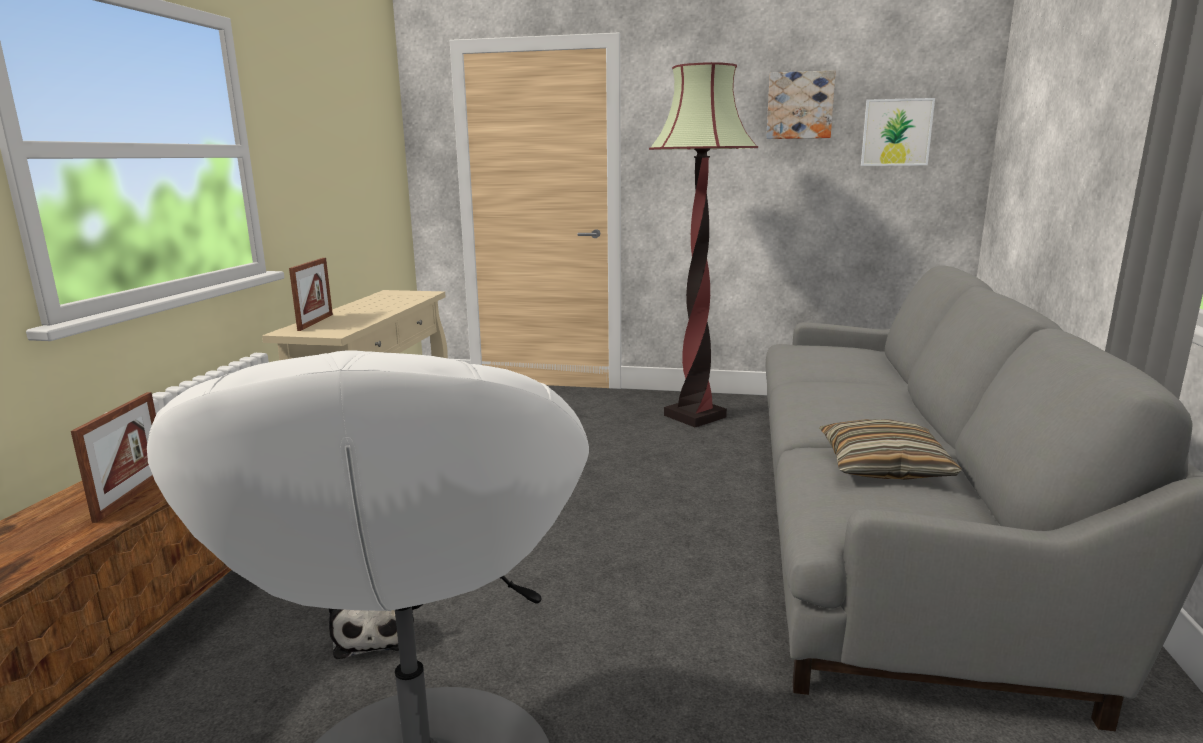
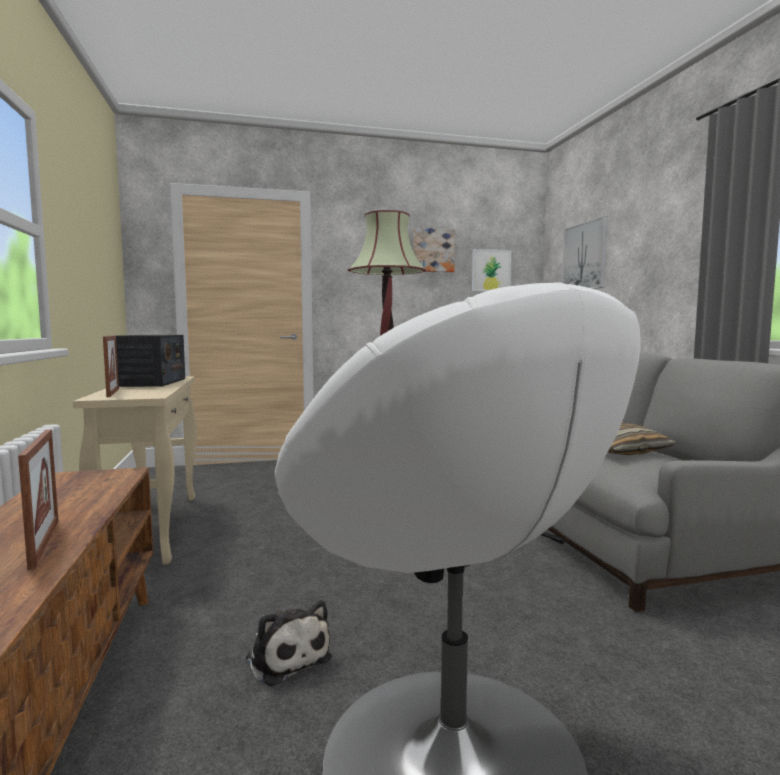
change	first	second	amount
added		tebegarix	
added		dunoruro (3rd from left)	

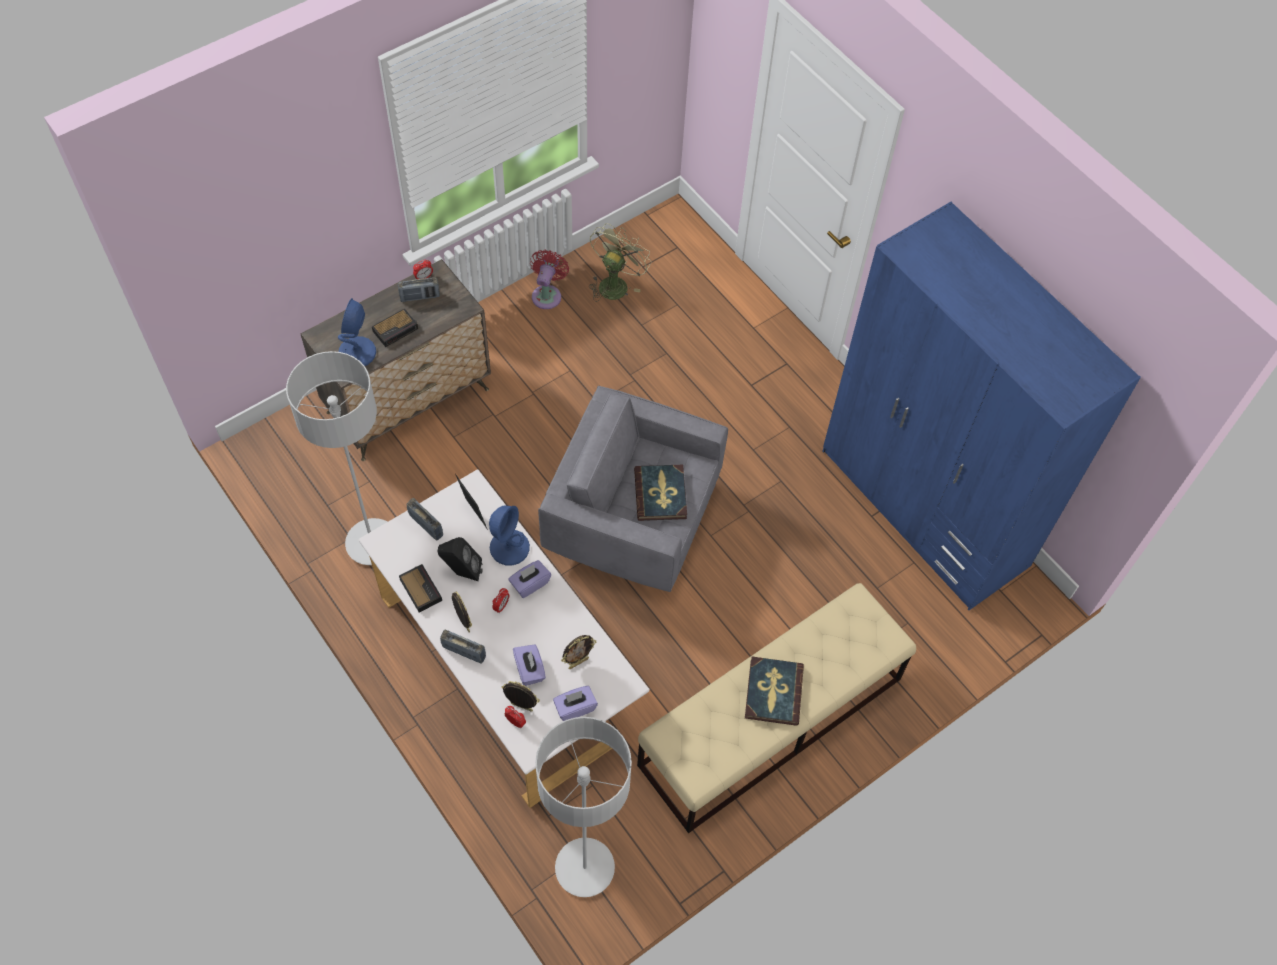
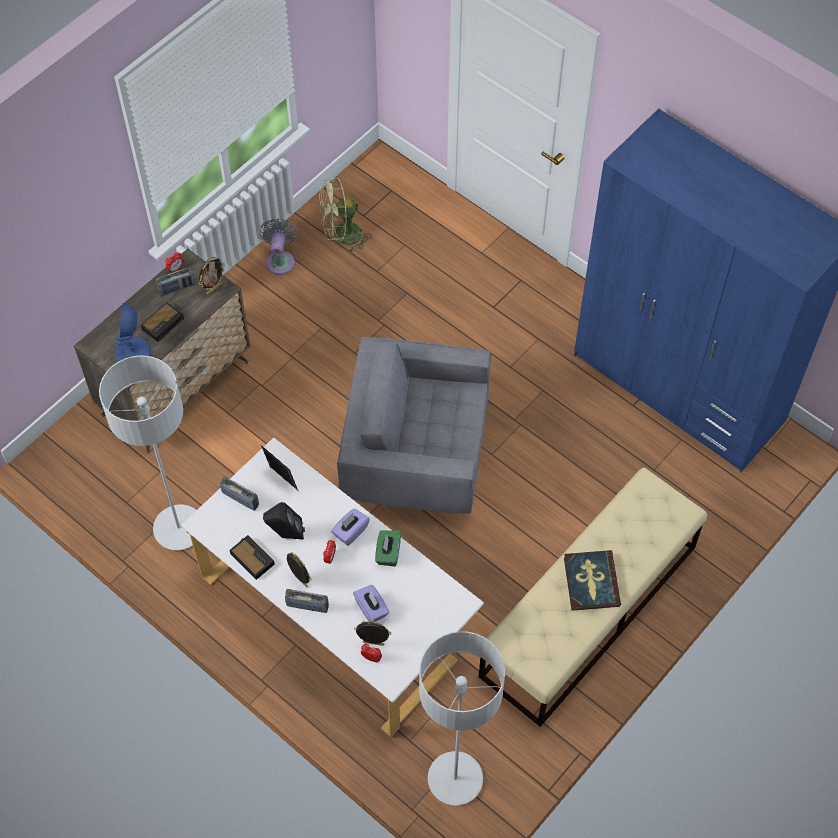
change	first	second	amount
removed	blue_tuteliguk (2nd from left)		
recoloured	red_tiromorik	grey_tiromorik	
removed	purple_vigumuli (3rd from left)		
moved	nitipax (4th from left in the first image)	nitipax (1st from left)	
turned	green_tiromorik		120 degrees counterclockwise
removed	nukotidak (1st from left)		
added		green_vigumuli	

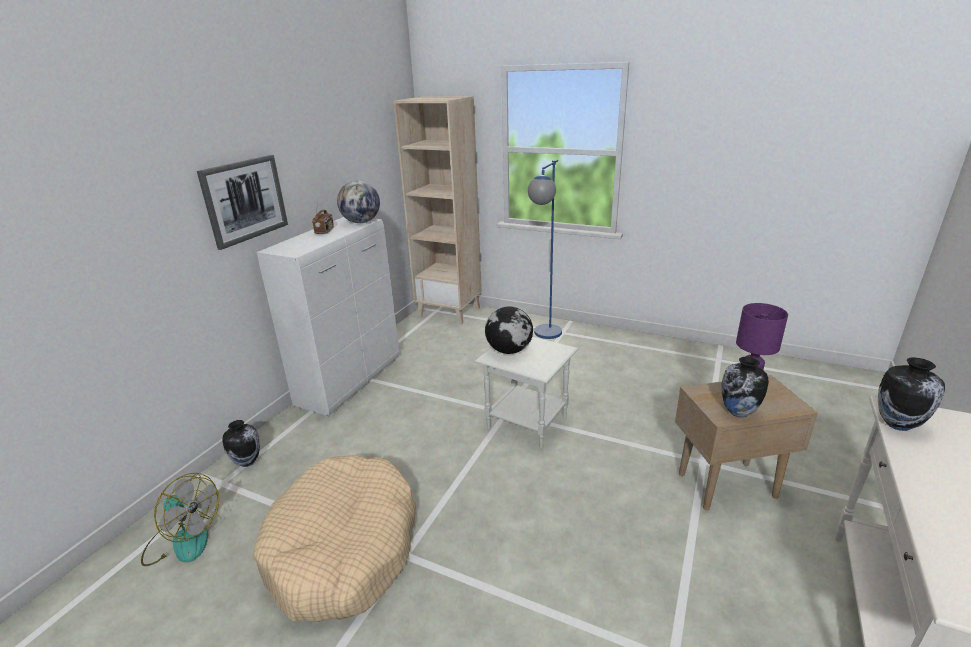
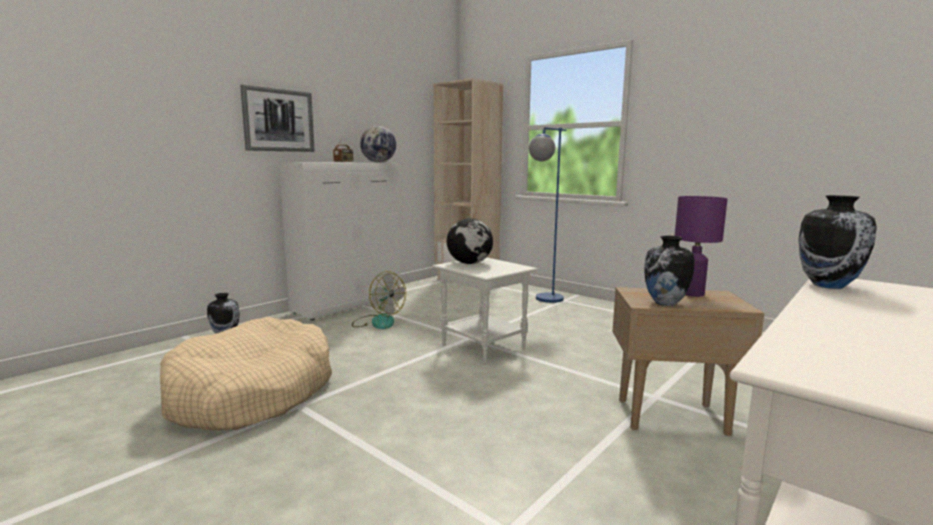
change	first	second	amount
moved	tiromorik		

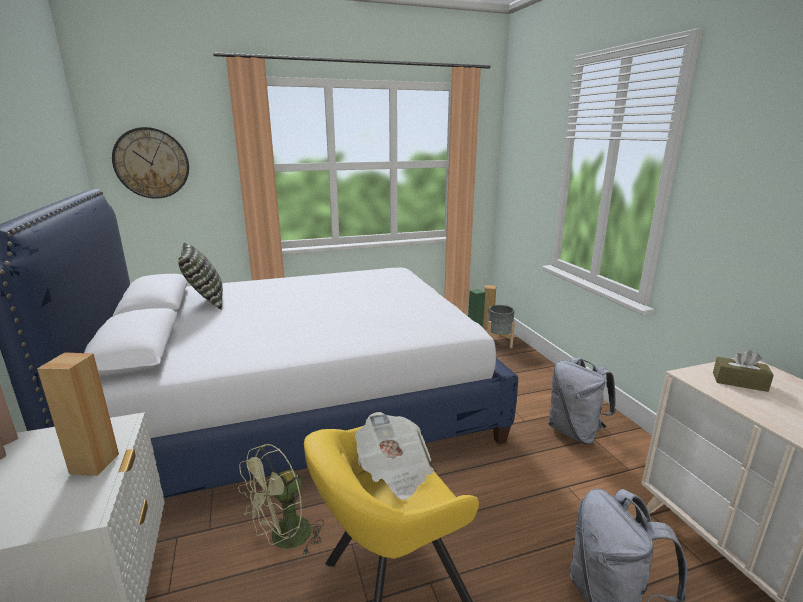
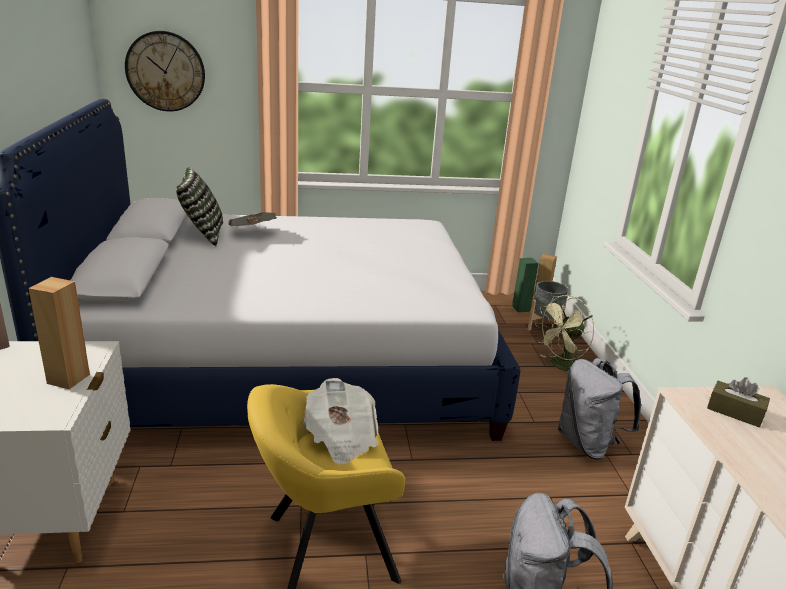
change	first	second	amount
moved	green_tiromorik		
added		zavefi (1st from left)	

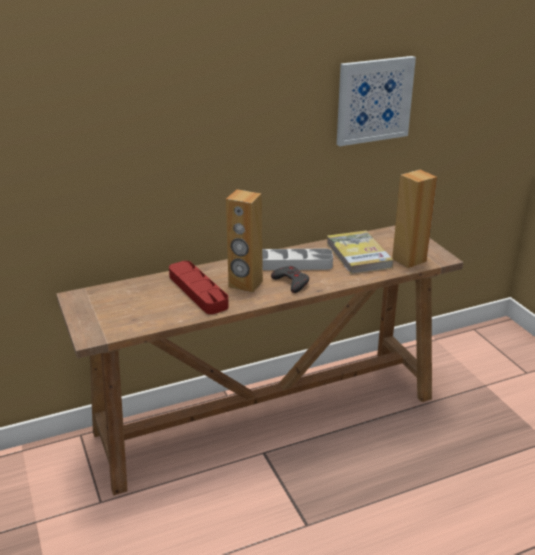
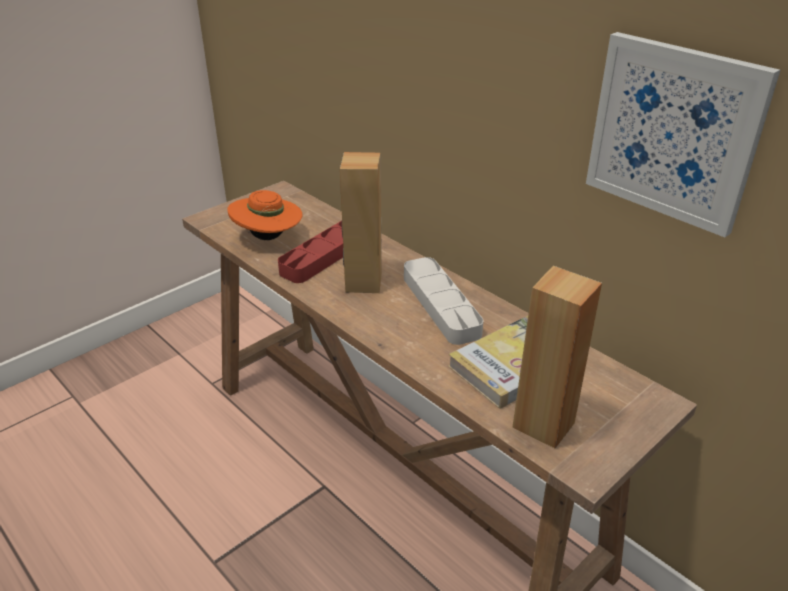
change	first	second	amount
removed	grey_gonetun		
added		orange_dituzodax	

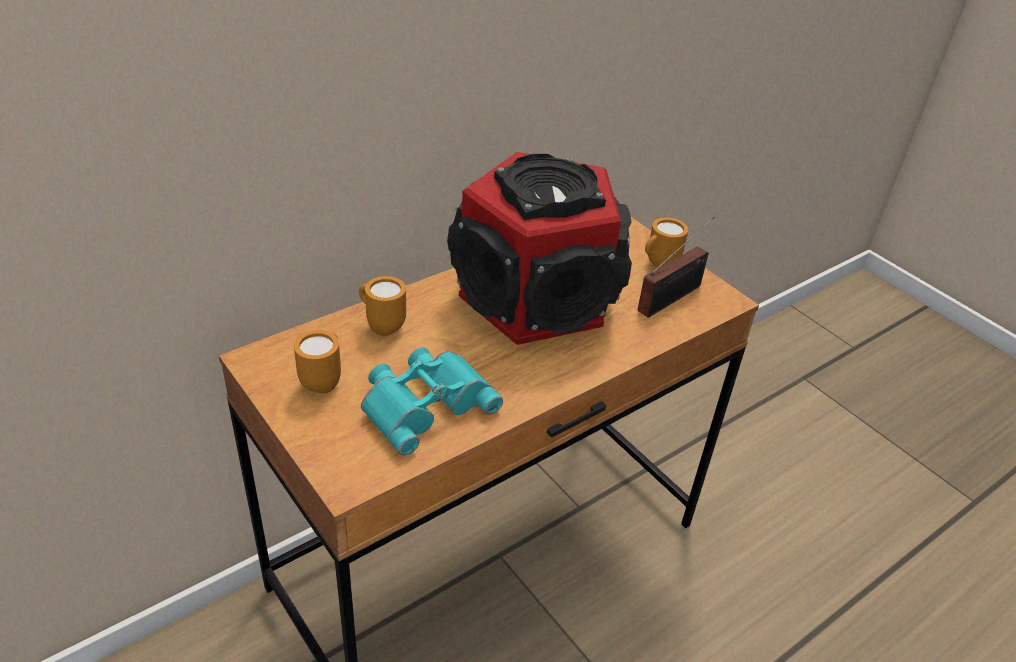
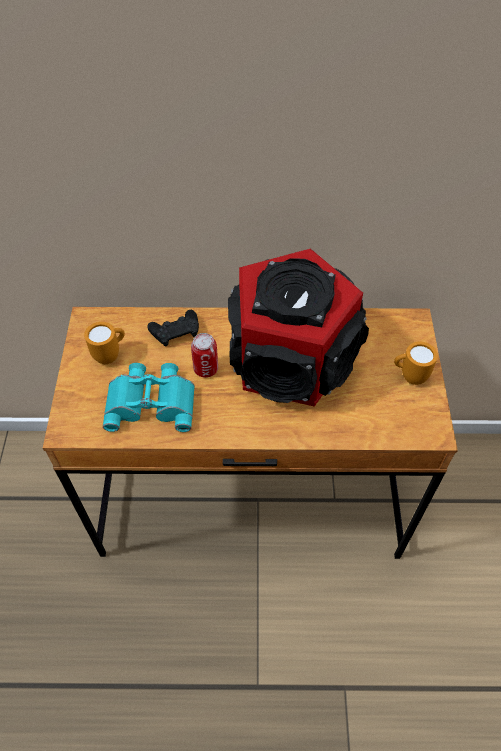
change	first	second	amount
replaced	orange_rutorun (2nd from left)	black_gonetun	
removed	tebegarix		
added		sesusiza	

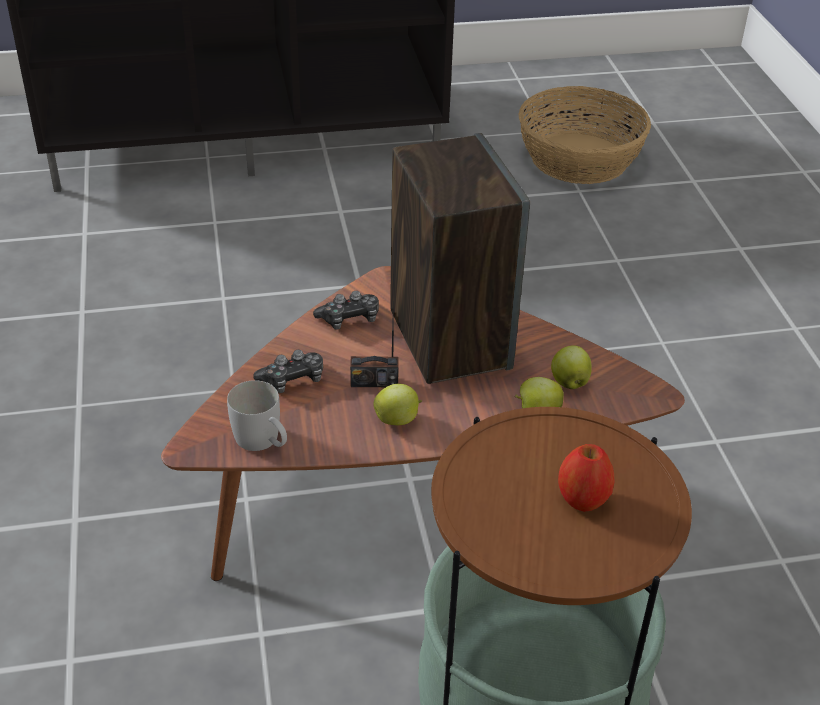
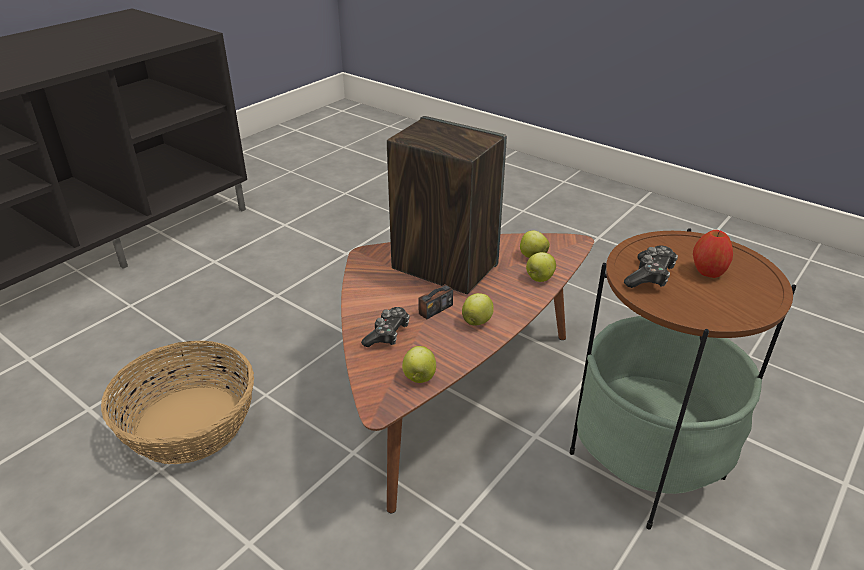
change	first	second	amount
replaced	white_rutorun	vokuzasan (1st from left)	
moved	gonetun (2nd from left)		
moved	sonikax		

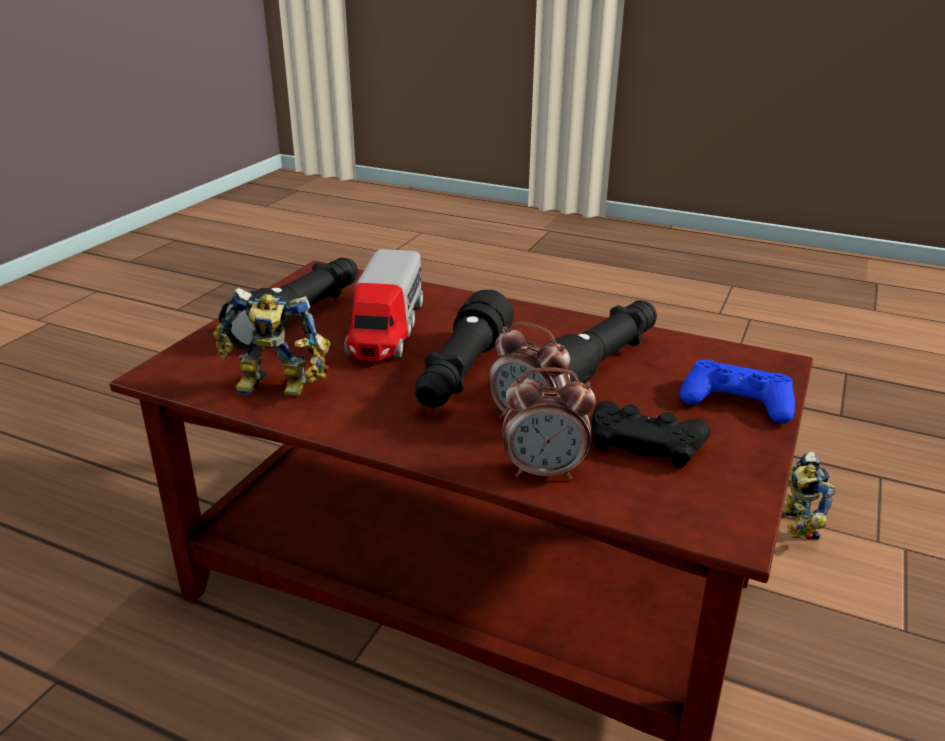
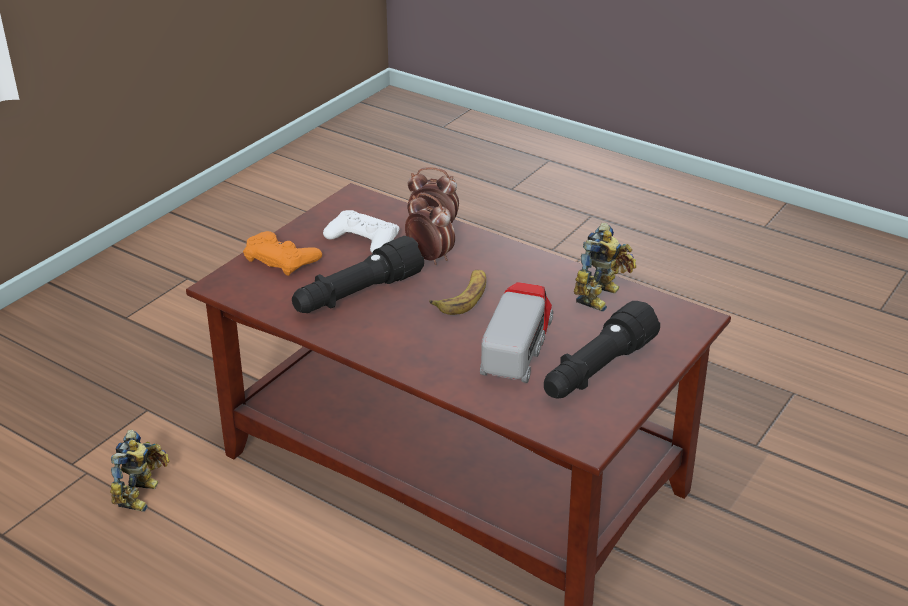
change	first	second	amount
turned	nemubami (1st from left in the first image)	nemubami (2nd from left)	105 degrees clockwise
replaced	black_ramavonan (2nd from left)	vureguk	
recoloured	black_gonetun	white_gonetun	
recoloured	blue_gonetun	orange_gonetun	

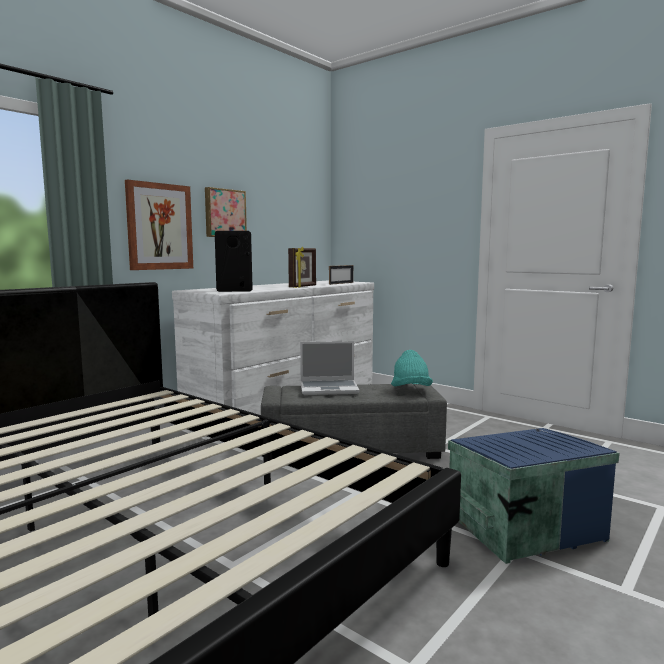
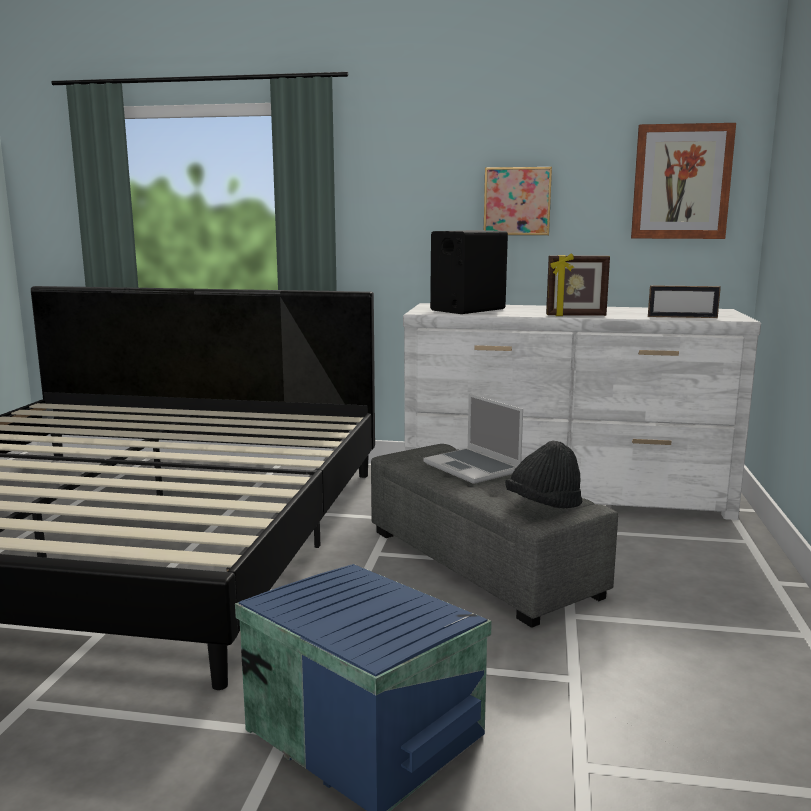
change	first	second	amount
moved	dunoruro (1st from left in the first image)	dunoruro (2nd from left)	
recoloured	turquoise_dituzodax	black_dituzodax	

